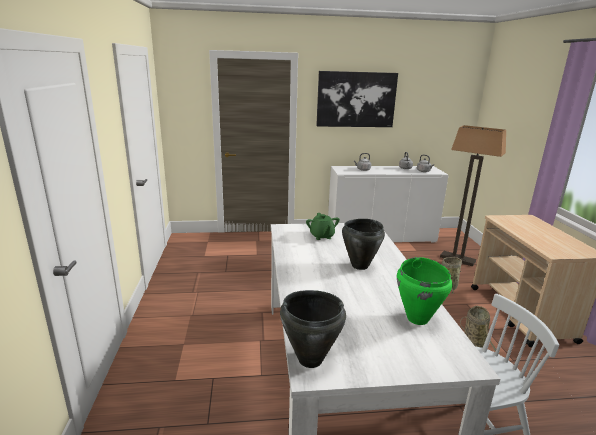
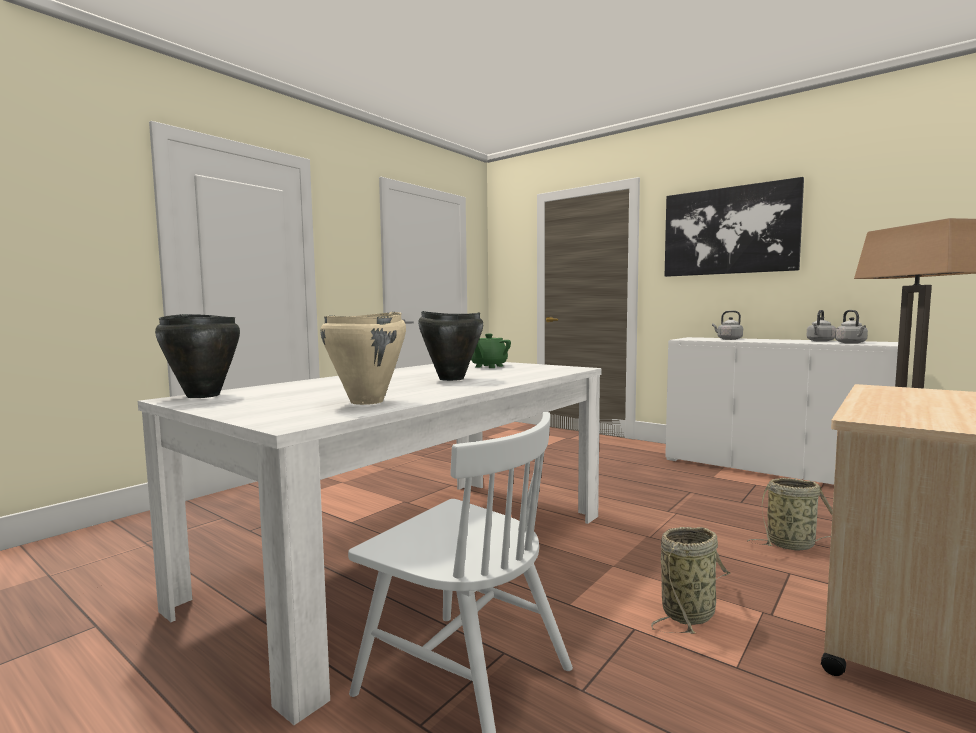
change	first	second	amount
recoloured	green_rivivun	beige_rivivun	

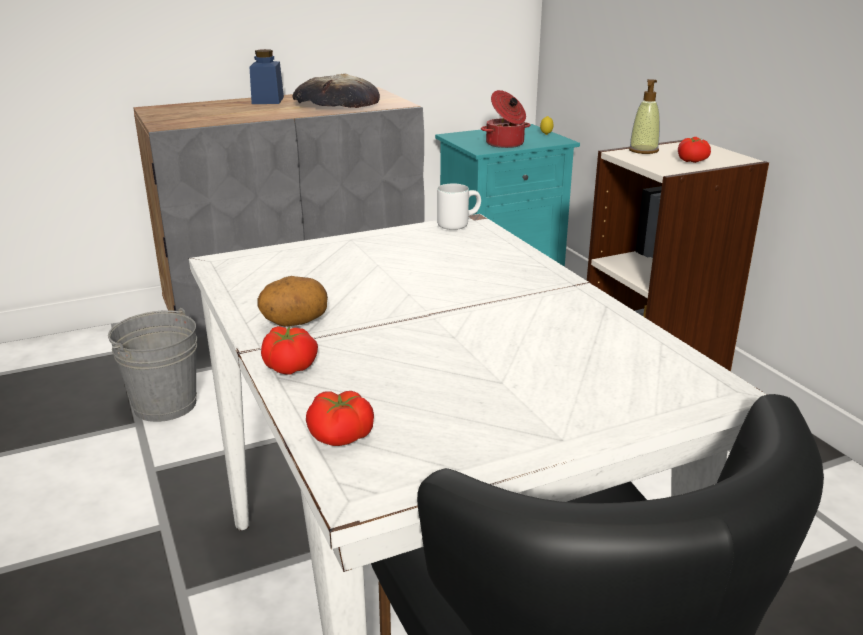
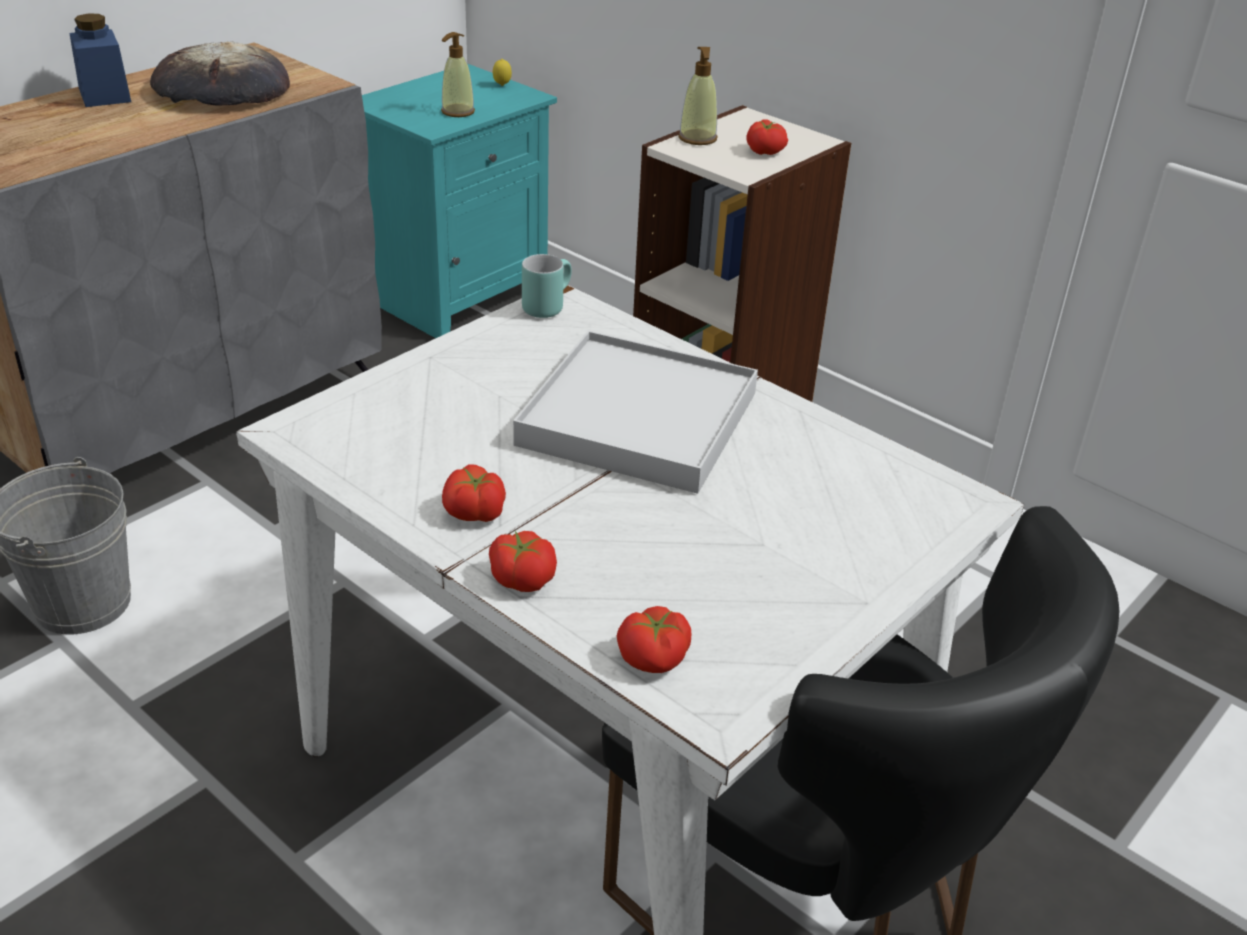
change	first	second	amount
replaced	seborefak	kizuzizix (1st from left)	
recoloured	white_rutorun	turquoise_rutorun	
replaced	rivivun	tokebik (1st from left)	
added		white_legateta	

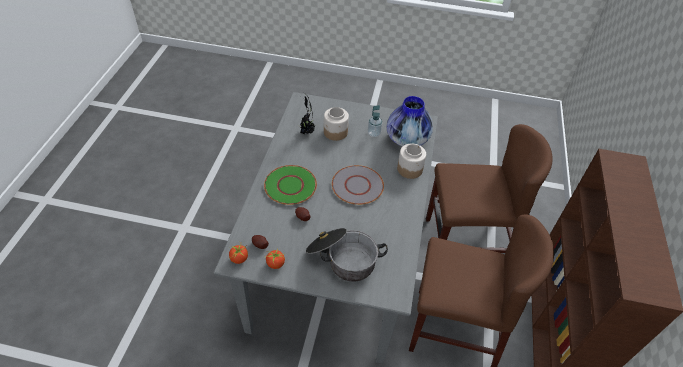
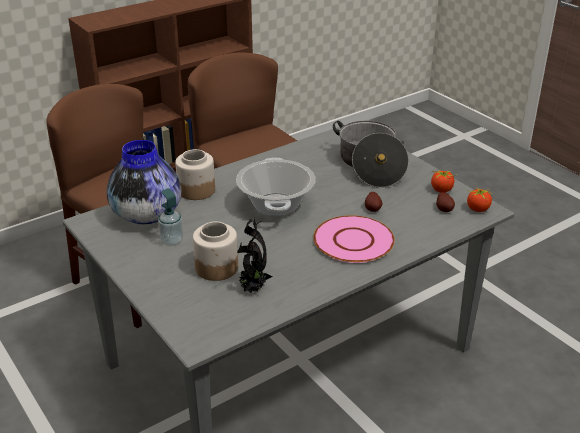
change	first	second	amount
recoloured	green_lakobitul	pink_lakobitul	
replaced	grey_lakobitul	rivivun (1st from left)	

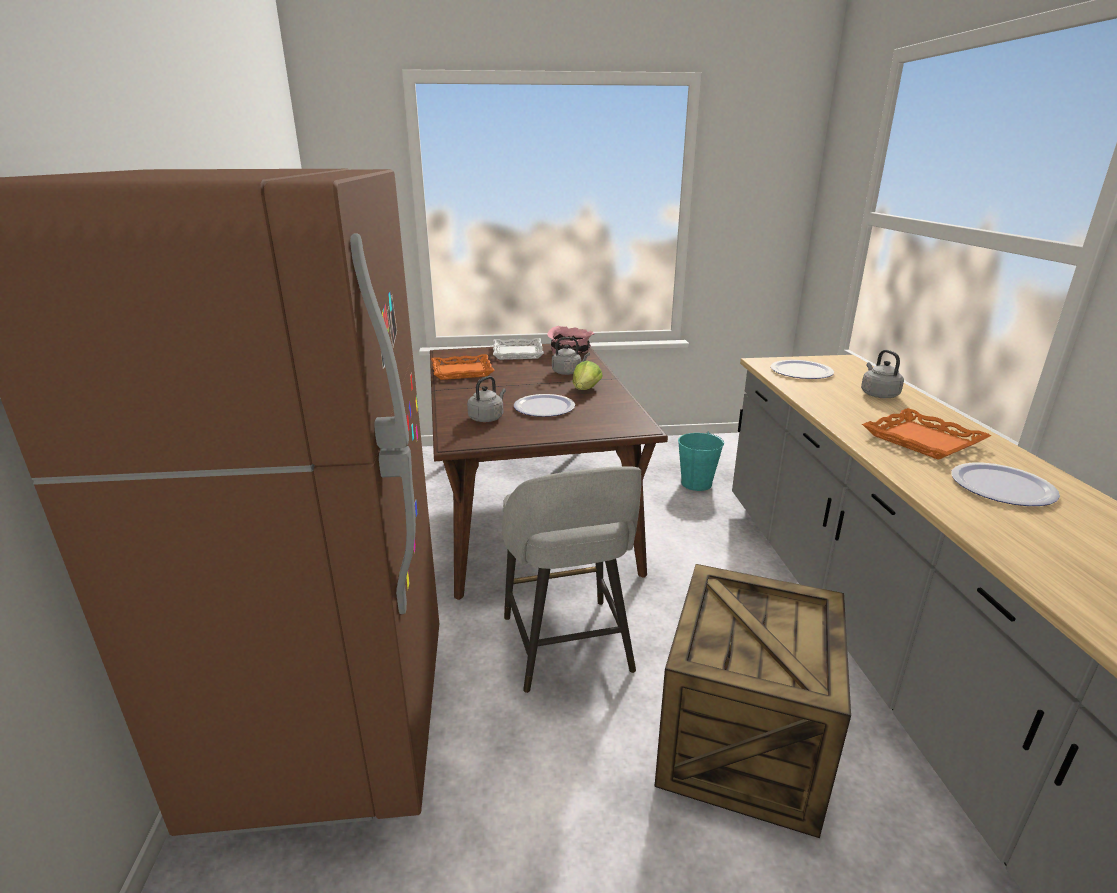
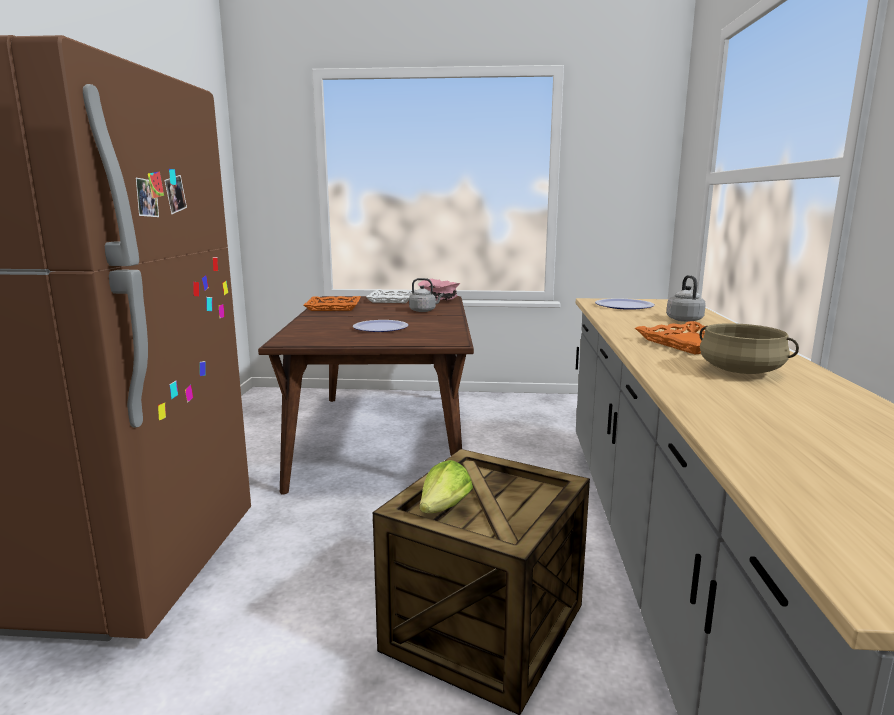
change	first	second	amount
removed	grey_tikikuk (1st from left)		
removed	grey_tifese		
moved	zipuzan		
removed	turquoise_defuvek		
replaced	lakobitul (3rd from left)	beige_rivivun	

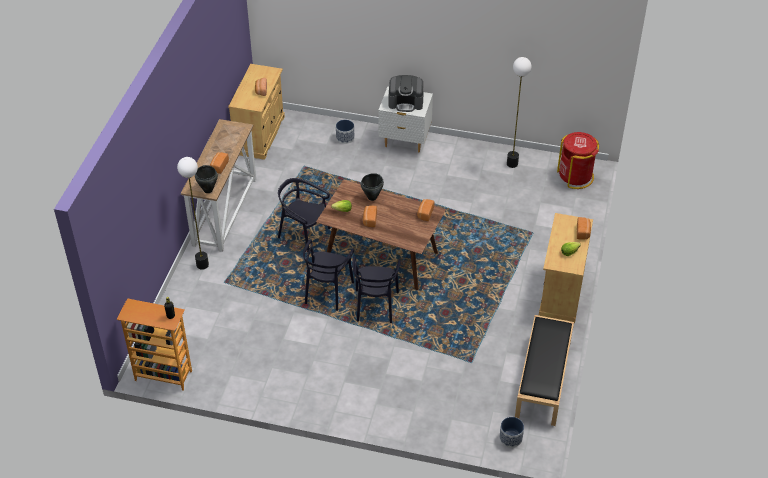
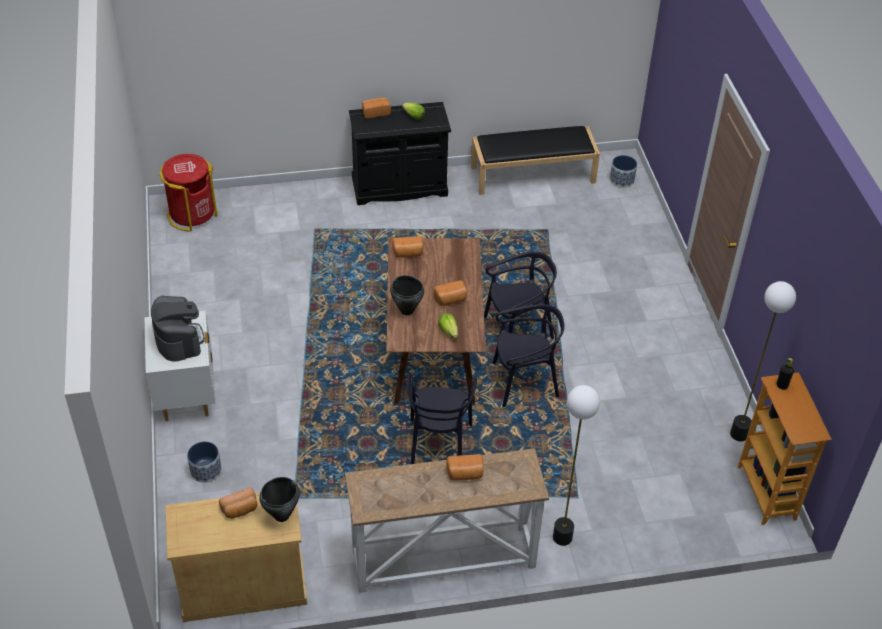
change	first	second	amount
moved	black_rivivun (1st from left)		
moved	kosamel (2nd from left)		
recoloured	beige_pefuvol (2nd from left)	black_pefuvol	

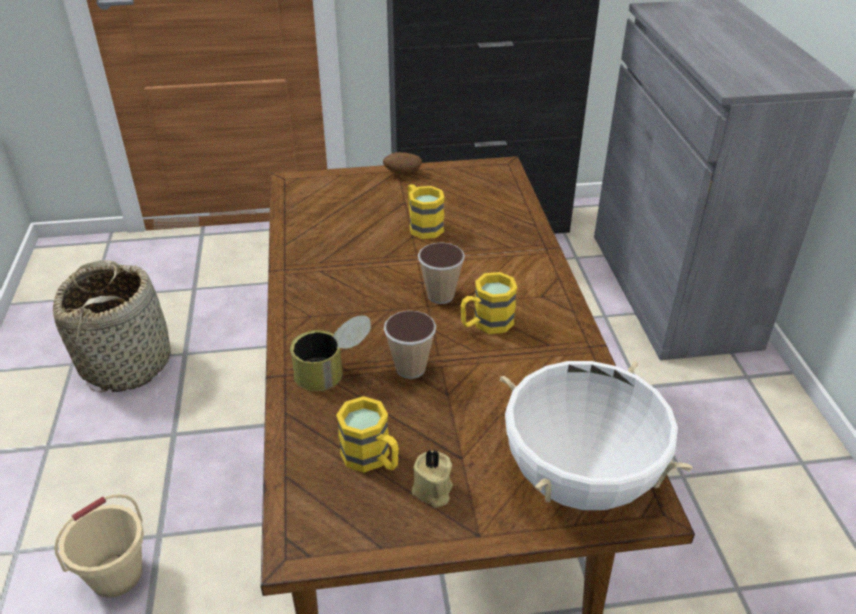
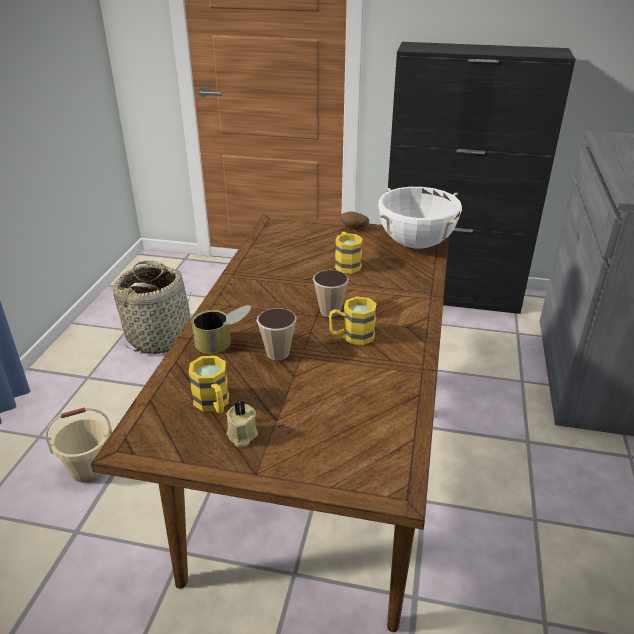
change	first	second	amount
moved	white_rivivun		

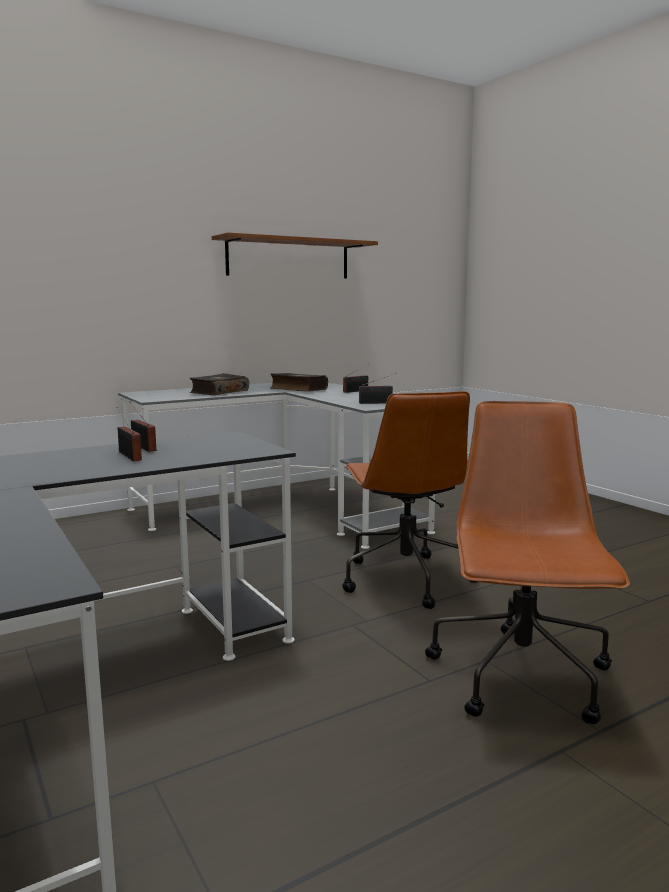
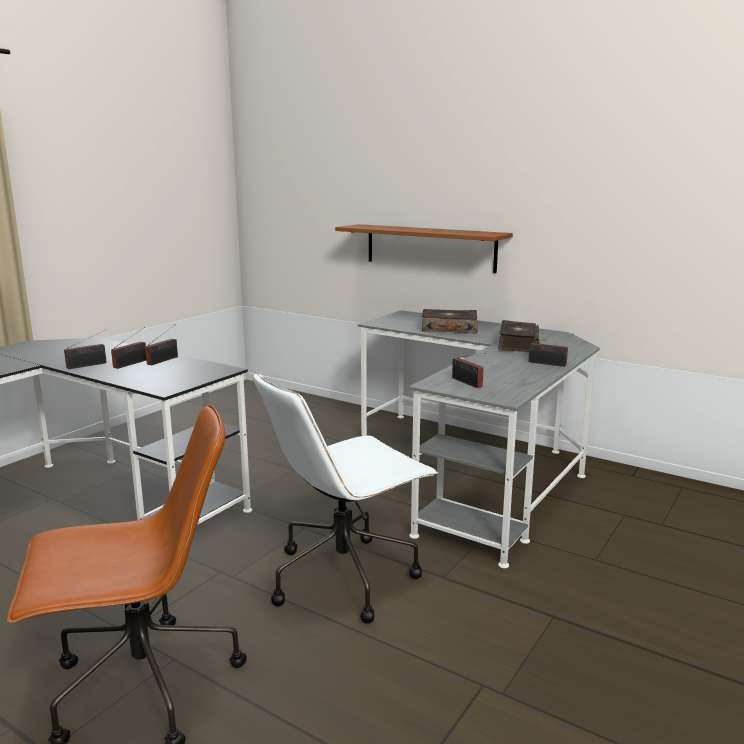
change	first	second	amount
moved	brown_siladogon		
recoloured	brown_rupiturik (1st from left)	white_rupiturik	
added		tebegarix (1st from left)	

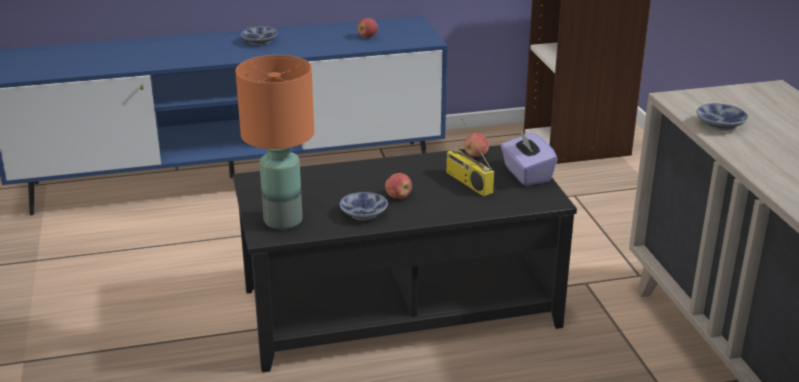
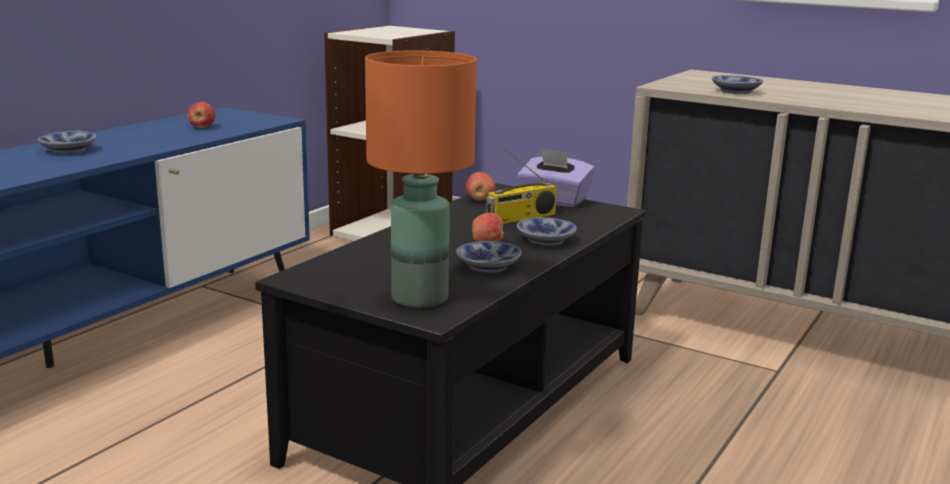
change	first	second	amount
turned	tebegarix		45 degrees counterclockwise
added		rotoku (3rd from left)	

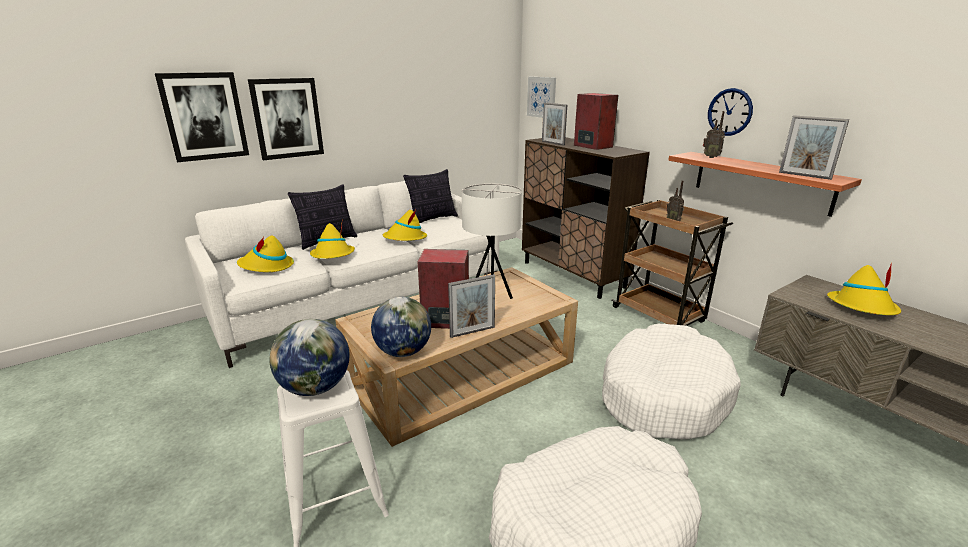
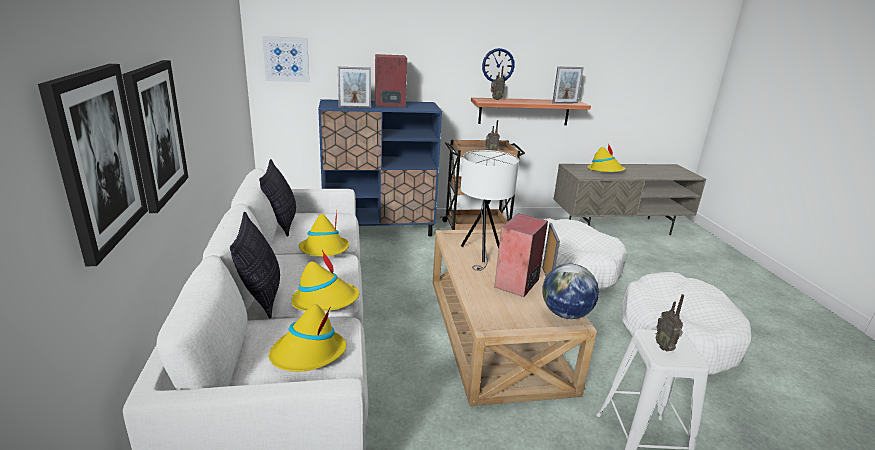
change	first	second	amount
replaced	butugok (1st from left)	tebegarix (3rd from left)	
recoloured	brown_pefuvol	blue_pefuvol	

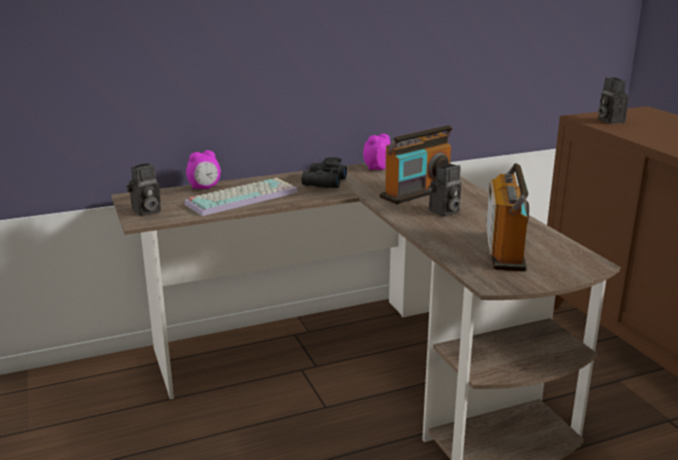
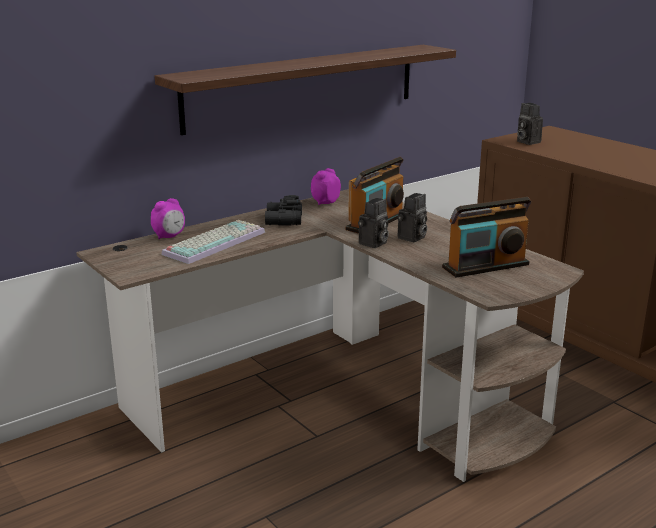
change	first	second	amount
moved	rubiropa (1st from left)		
turned	tebegarix (2nd from left)		75 degrees clockwise
added		siladogon	

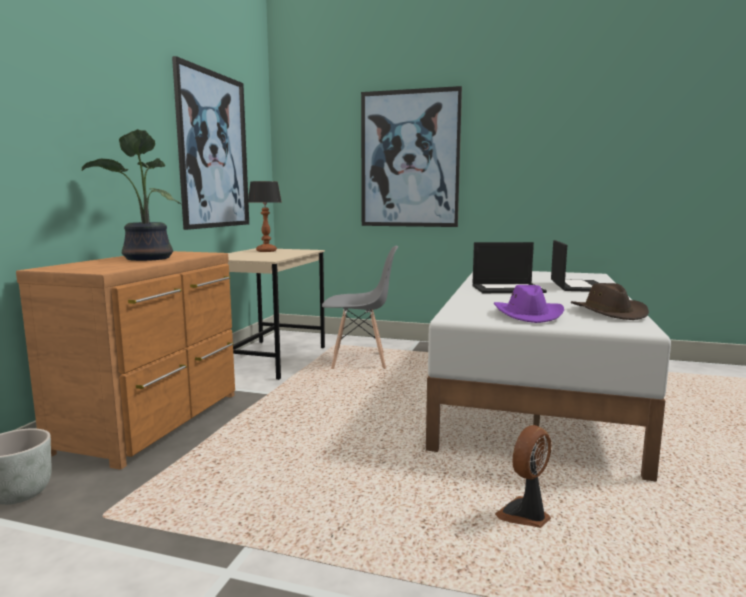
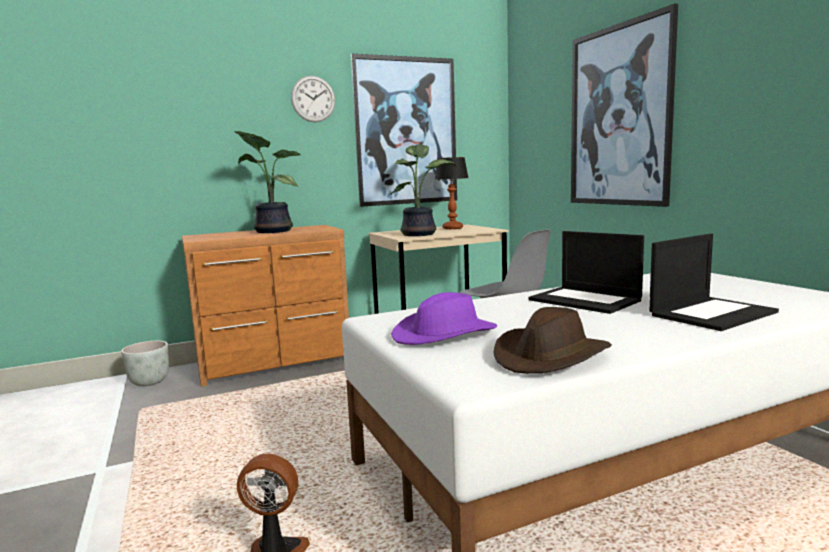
change	first	second	amount
added		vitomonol	
added		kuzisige (2nd from left)	

